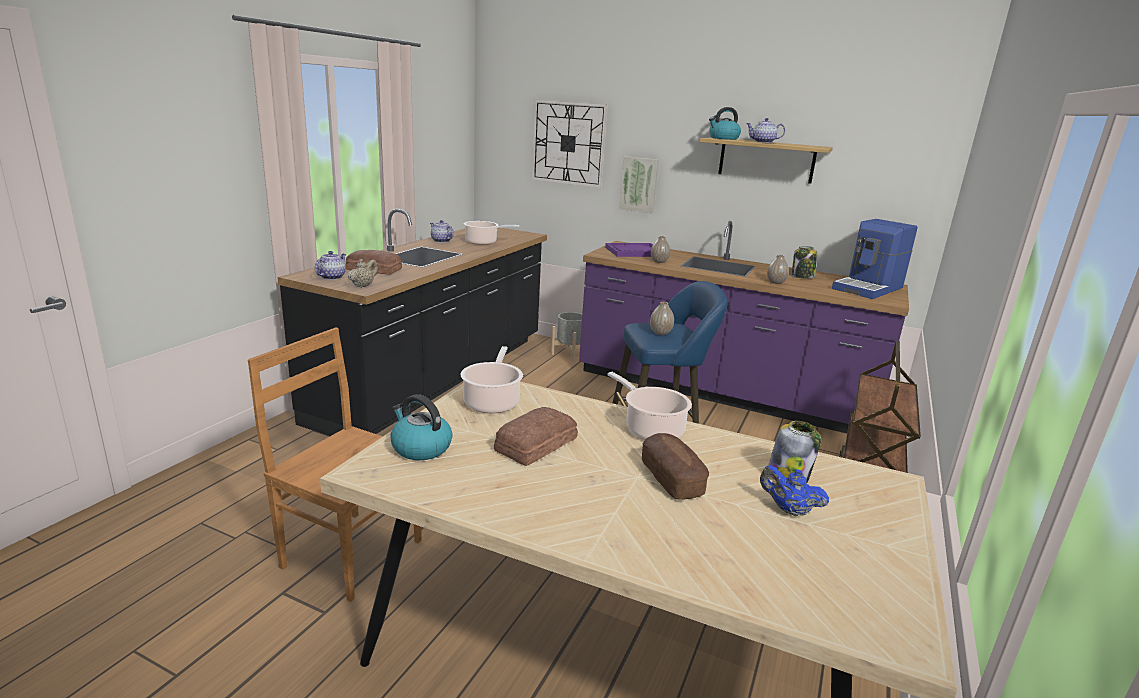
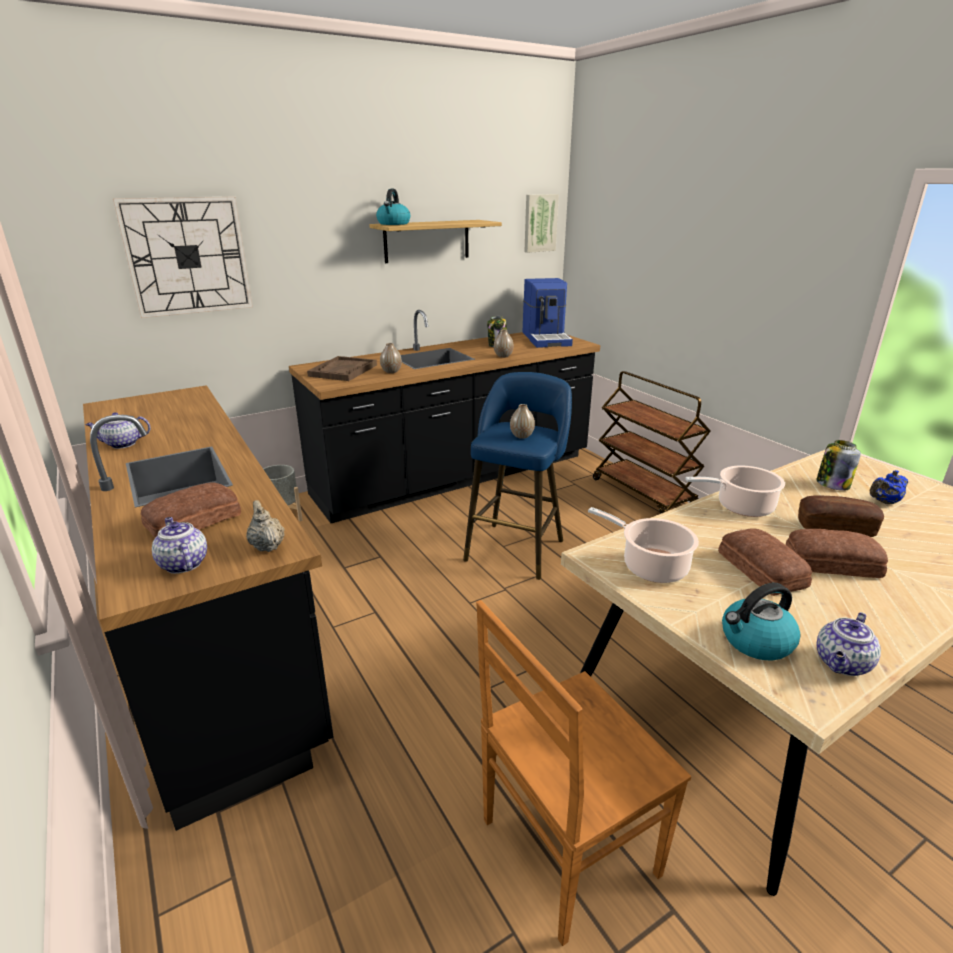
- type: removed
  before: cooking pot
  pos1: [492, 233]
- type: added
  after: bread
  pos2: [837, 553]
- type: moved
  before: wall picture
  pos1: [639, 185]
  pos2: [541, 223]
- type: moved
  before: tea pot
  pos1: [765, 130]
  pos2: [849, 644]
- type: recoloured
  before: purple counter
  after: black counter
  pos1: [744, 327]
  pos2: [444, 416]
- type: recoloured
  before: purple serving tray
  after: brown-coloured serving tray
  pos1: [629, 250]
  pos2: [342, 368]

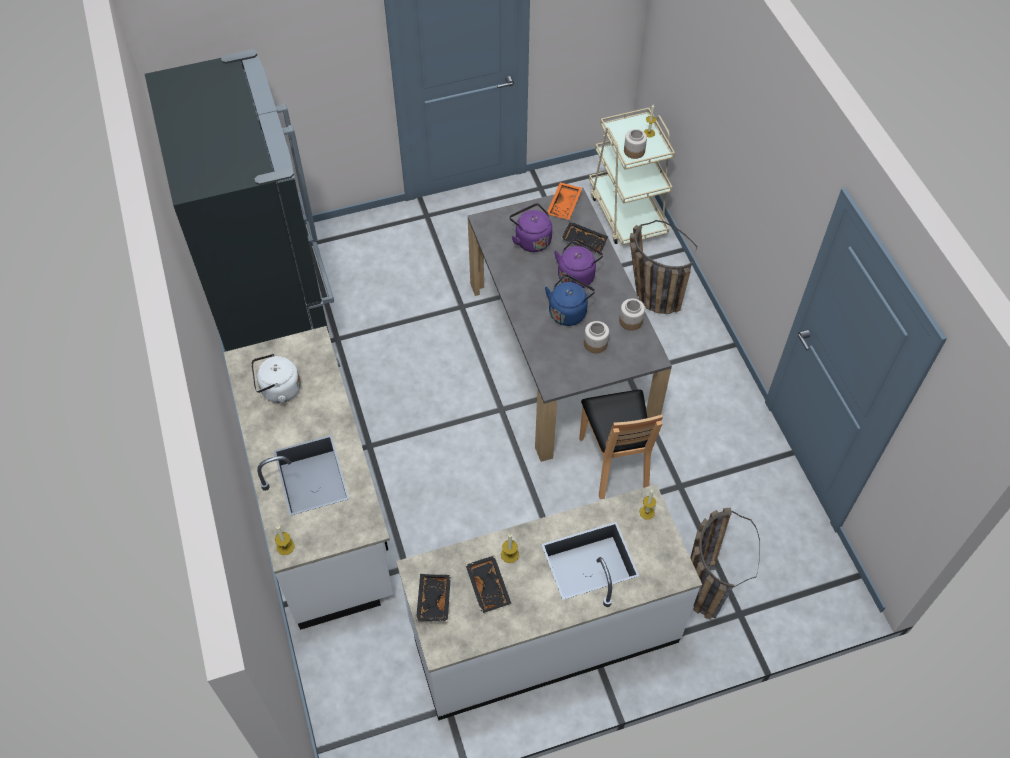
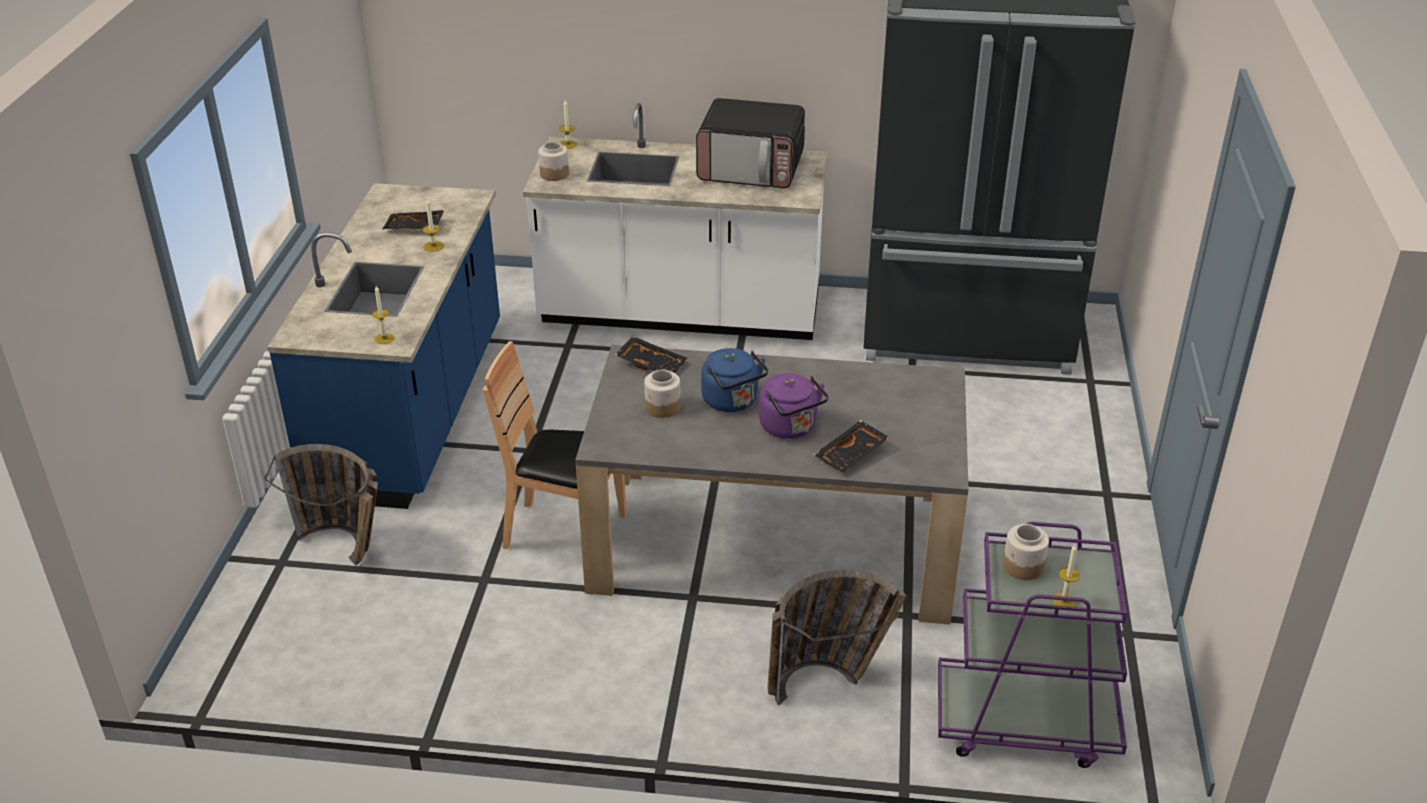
- type: removed
  before: purple kettle
  pos1: [530, 227]
- type: removed
  before: orange serving tray
  pos1: [564, 201]
- type: moved
  before: black serving tray
  pos1: [433, 598]
  pos2: [651, 354]
- type: moved
  before: jar
  pos1: [632, 314]
  pos2: [553, 161]
- type: replaced
  before: white-coloured kettle
  after: kitchen microwave
  pos1: [276, 378]
  pos2: [750, 143]
- type: recoloured
  before: white-coloured counter
  after: blue counter
  pos1: [549, 602]
  pos2: [383, 346]
- type: recoloured
  before: beige cart
  after: purple cart
  pos1: [632, 176]
  pos2: [1032, 645]

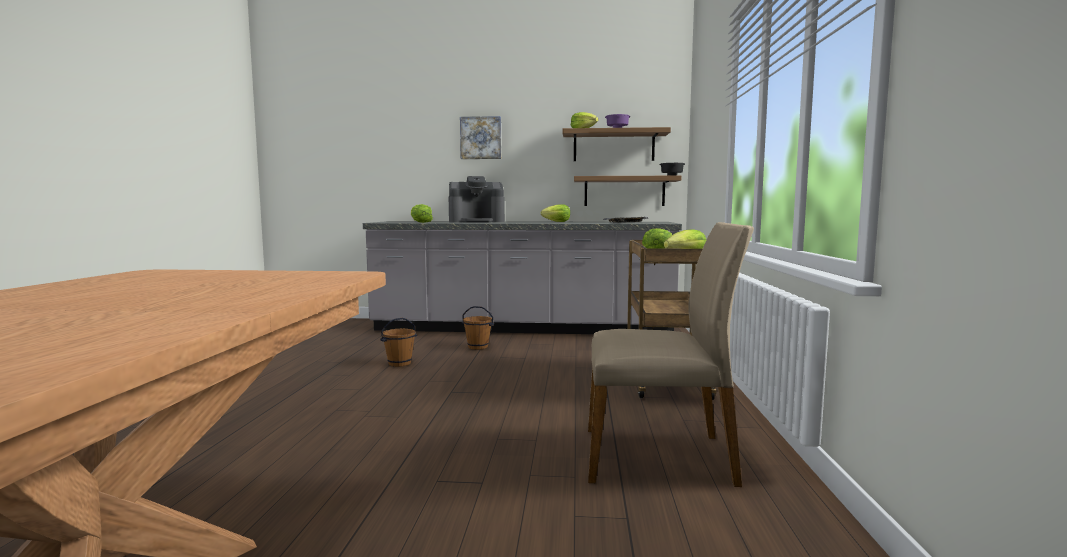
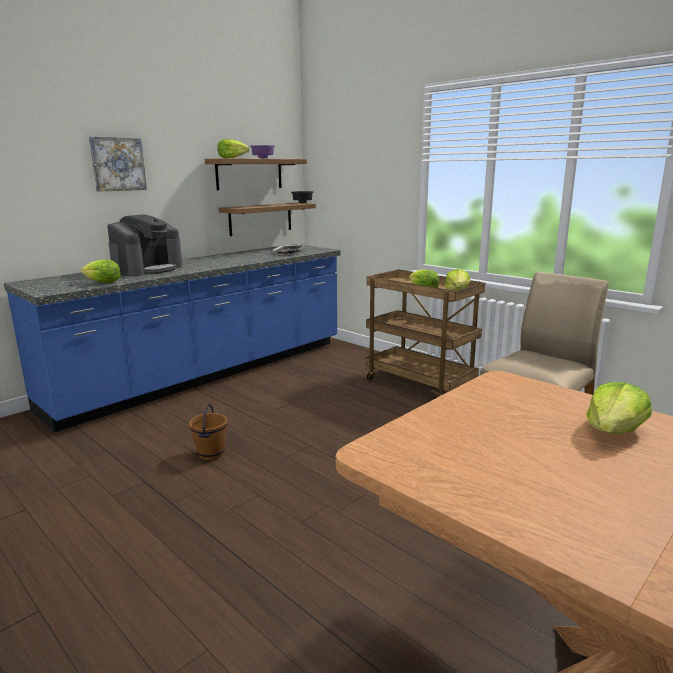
- type: removed
  before: brown-coloured bucket
  pos1: [477, 328]
- type: moved
  before: lettuce head
  pos1: [555, 213]
  pos2: [619, 408]
- type: recoloured
  before: gray counter
  after: blue counter
  pos1: [522, 277]
  pos2: [172, 338]

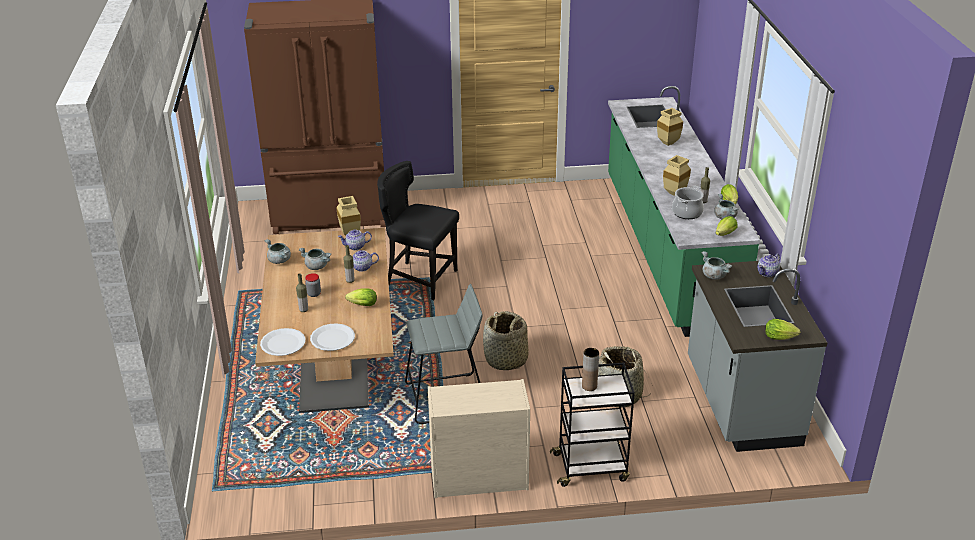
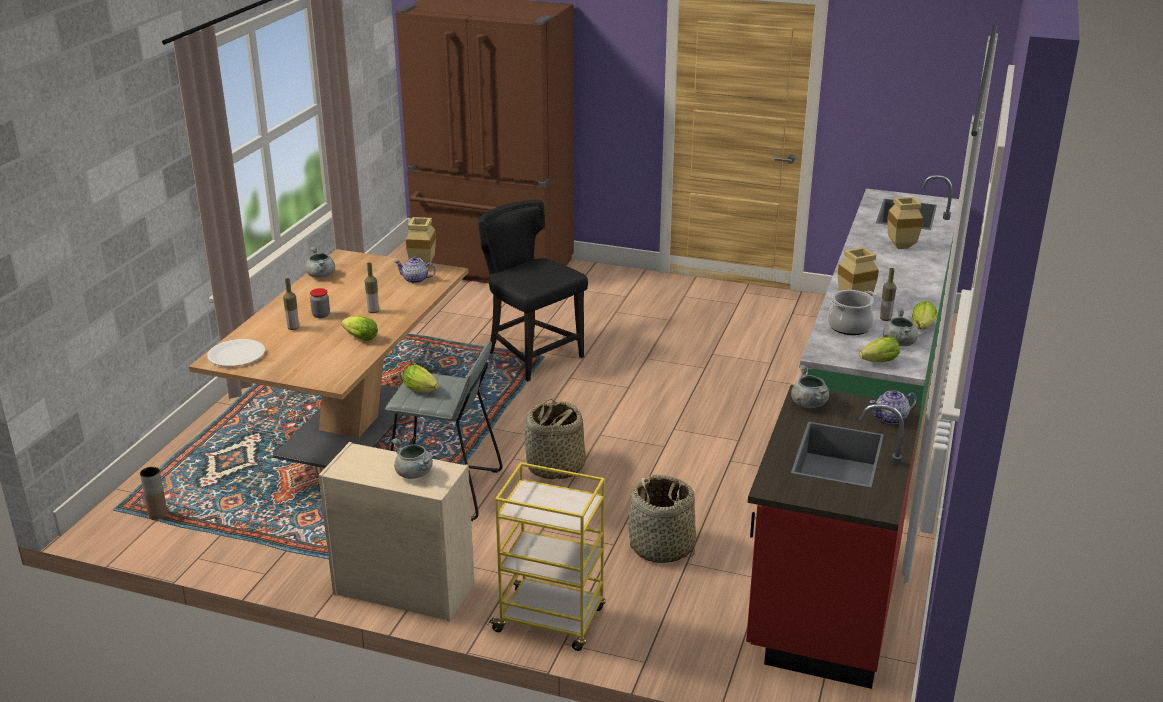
- type: removed
  before: white-coloured dinner plate
  pos1: [332, 337]
- type: removed
  before: tea pot
  pos1: [361, 261]
- type: moved
  before: gray cooking pot
  pos1: [315, 259]
  pos2: [412, 458]
- type: moved
  before: brown-coloured decorative vase
  pos1: [590, 369]
  pos2: [154, 493]
- type: moved
  before: lettuce head
  pos1: [782, 329]
  pos2: [421, 378]
- type: recoloured
  before: black cart
  after: yellowish cart
  pos1: [592, 425]
  pos2: [546, 556]
- type: recoloured
  before: gray counter
  after: red-coloured counter
  pos1: [758, 356]
  pos2: [833, 537]

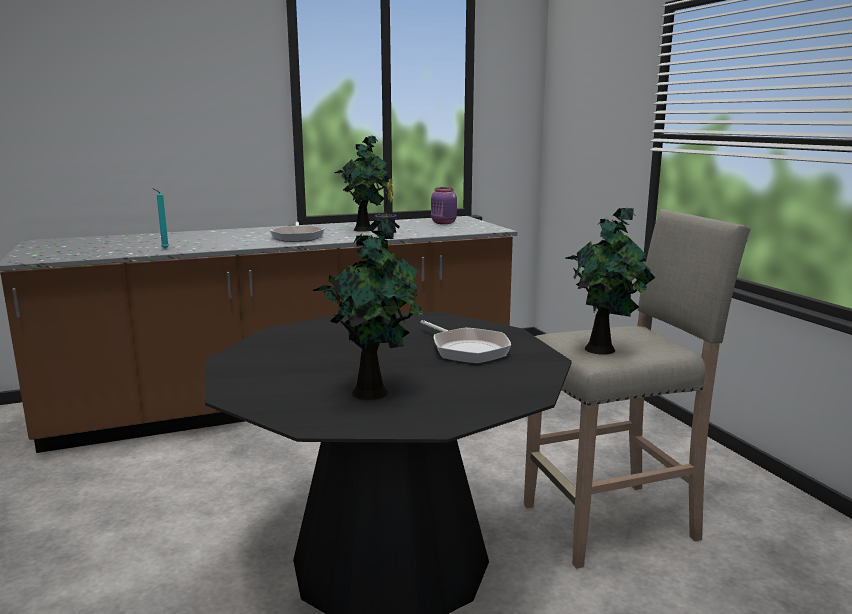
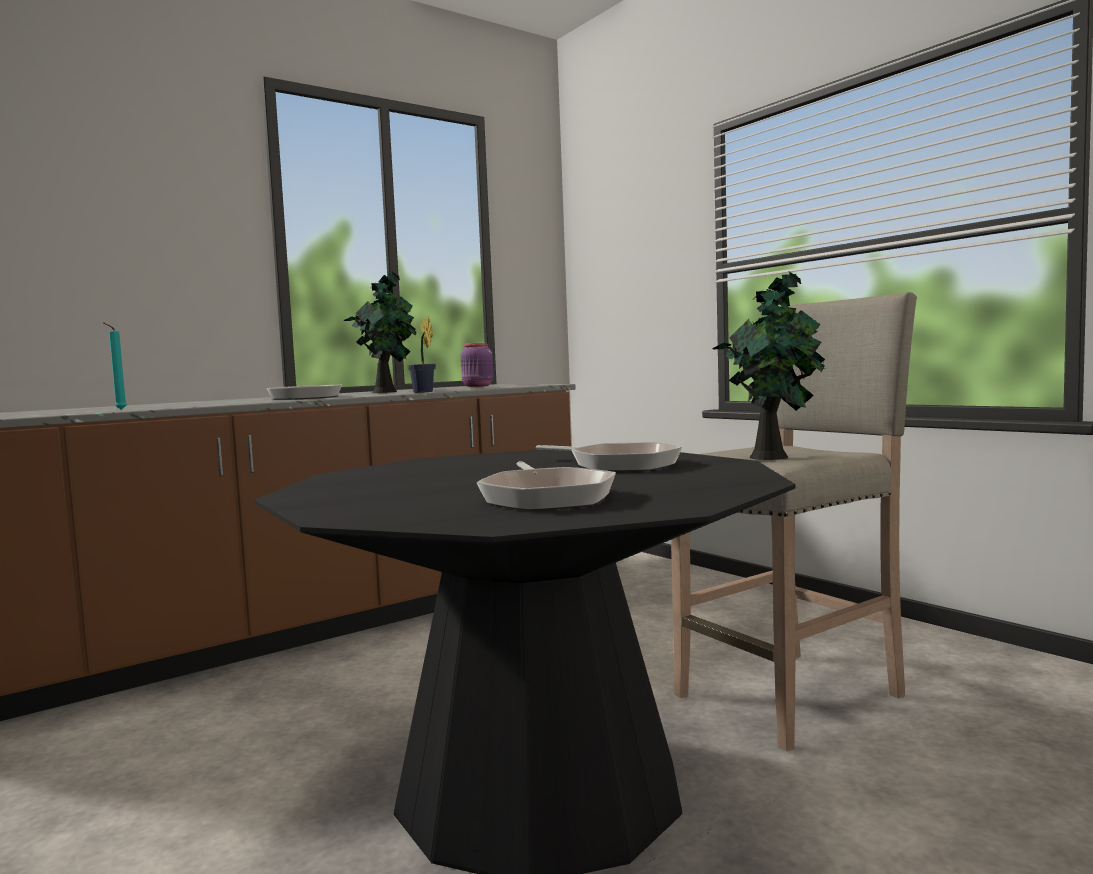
- type: replaced
  before: plant in a pot
  after: skillet
  pos1: [367, 309]
  pos2: [546, 486]

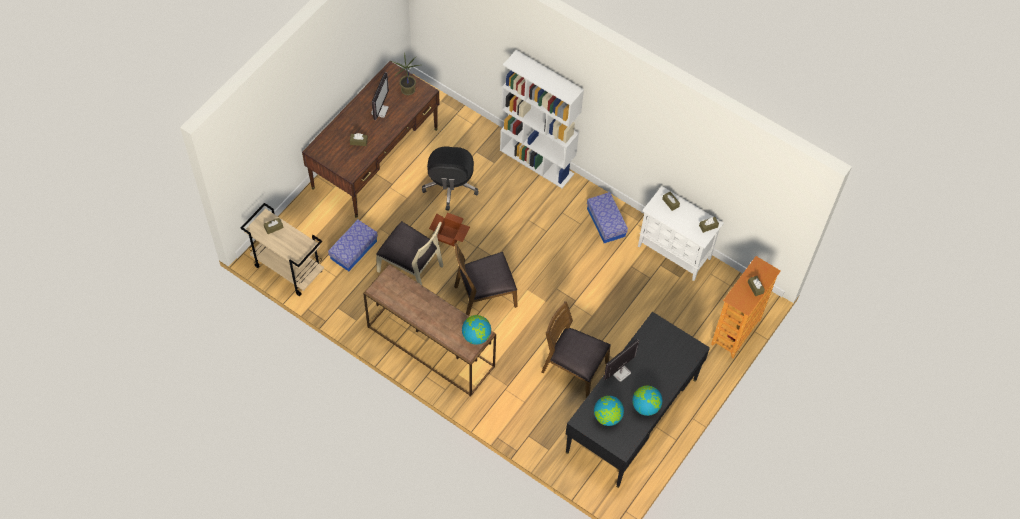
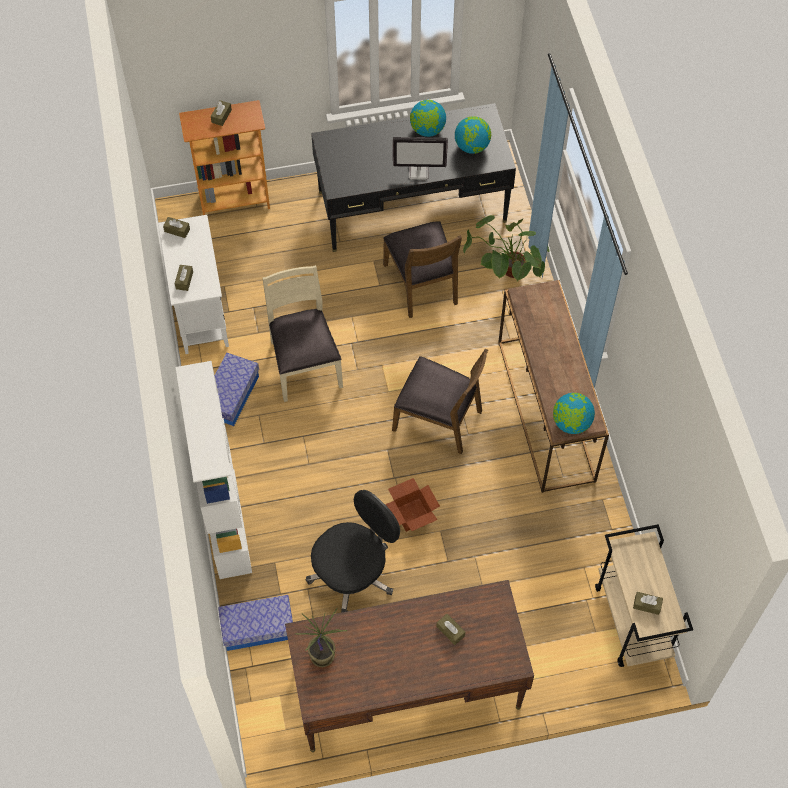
- type: removed
  before: computer screen
  pos1: [380, 96]
- type: added
  after: plant in a pot
  pos2: [506, 248]
- type: moved
  before: storage container
  pos1: [353, 245]
  pos2: [255, 623]
- type: moved
  before: beige upright chair
  pos1: [409, 253]
  pos2: [303, 333]
- type: moved
  before: globe
  pos1: [476, 329]
  pos2: [574, 413]

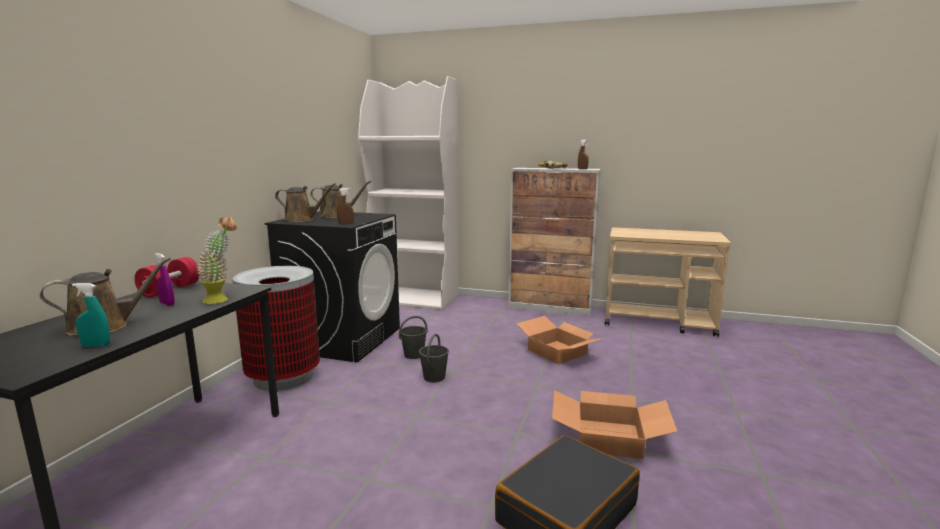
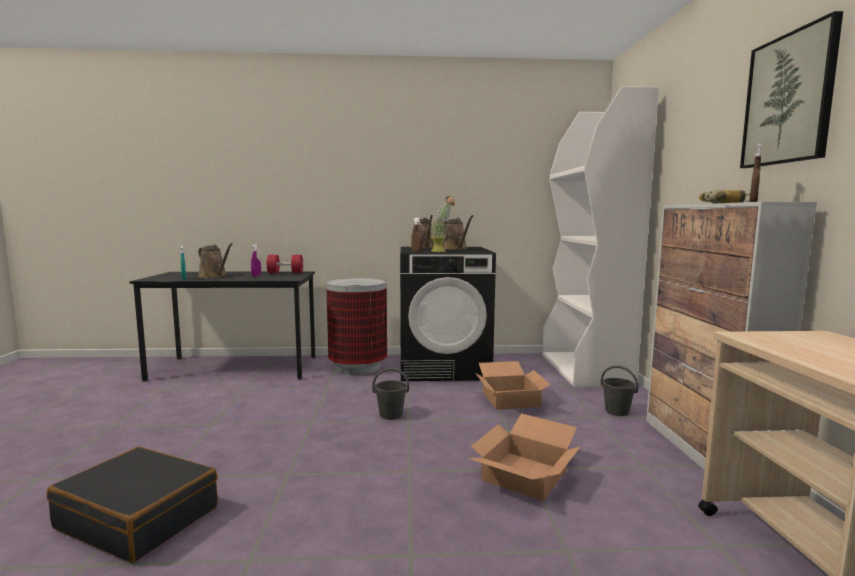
- type: added
  after: wall picture
  pos2: [791, 89]
- type: moved
  before: plant in a pot
  pos1: [216, 260]
  pos2: [442, 224]
- type: moved
  before: gray bucket
  pos1: [413, 337]
  pos2: [619, 390]
- type: moved
  before: packing box
  pos1: [614, 424]
  pos2: [513, 385]

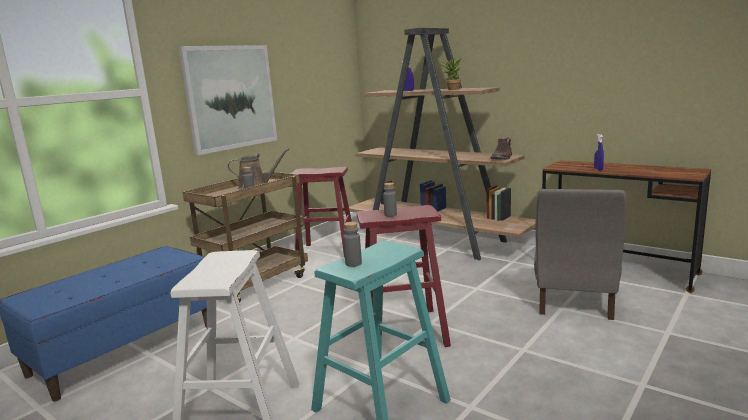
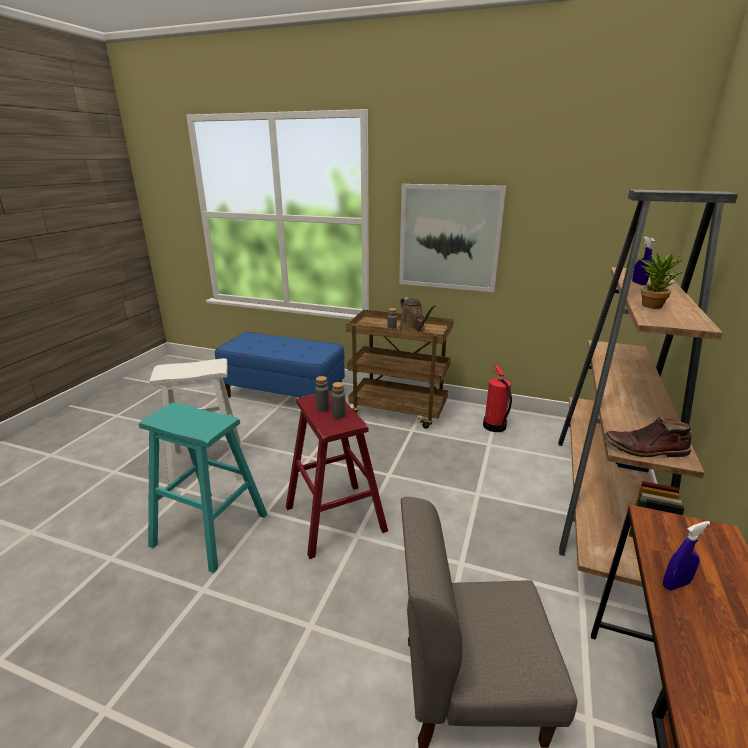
- type: moved
  before: gray drink bottle
  pos1: [352, 244]
  pos2: [338, 400]
- type: replaced
  before: red-coloured stool seat
  after: extinguisher
  pos1: [321, 212]
  pos2: [497, 398]

